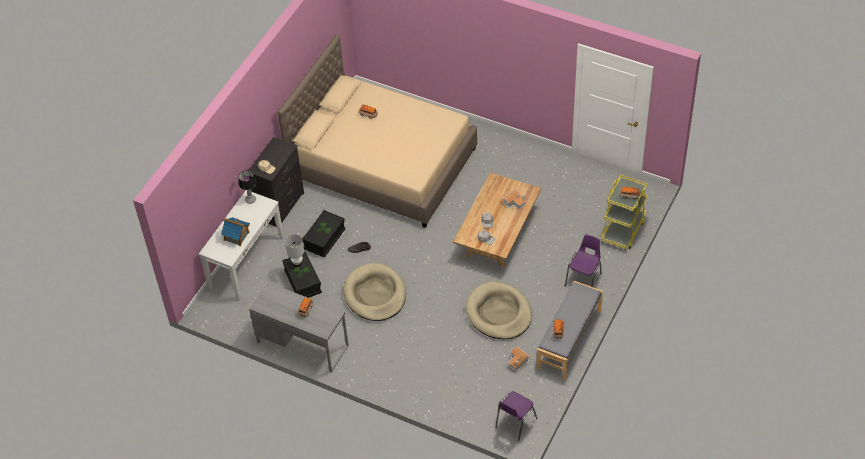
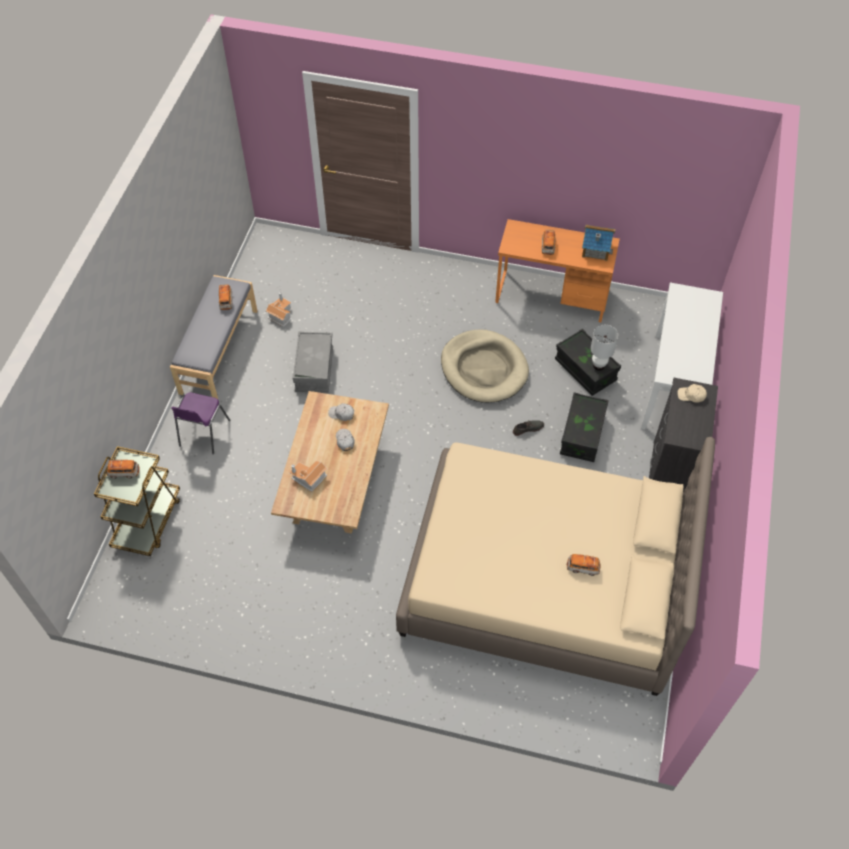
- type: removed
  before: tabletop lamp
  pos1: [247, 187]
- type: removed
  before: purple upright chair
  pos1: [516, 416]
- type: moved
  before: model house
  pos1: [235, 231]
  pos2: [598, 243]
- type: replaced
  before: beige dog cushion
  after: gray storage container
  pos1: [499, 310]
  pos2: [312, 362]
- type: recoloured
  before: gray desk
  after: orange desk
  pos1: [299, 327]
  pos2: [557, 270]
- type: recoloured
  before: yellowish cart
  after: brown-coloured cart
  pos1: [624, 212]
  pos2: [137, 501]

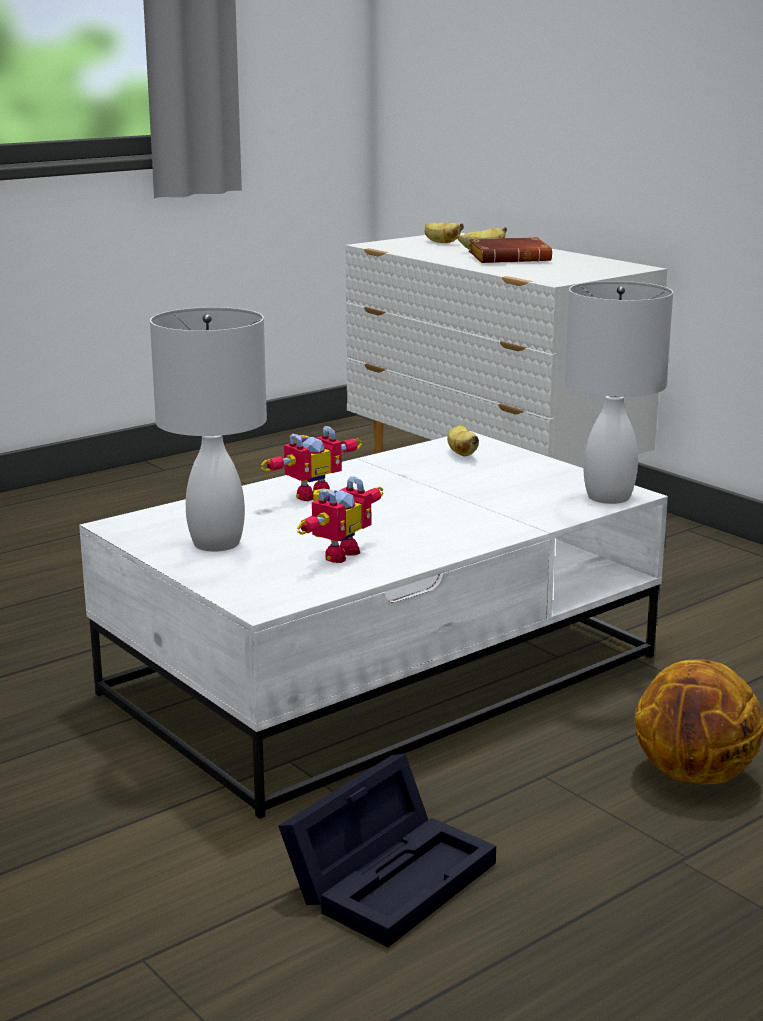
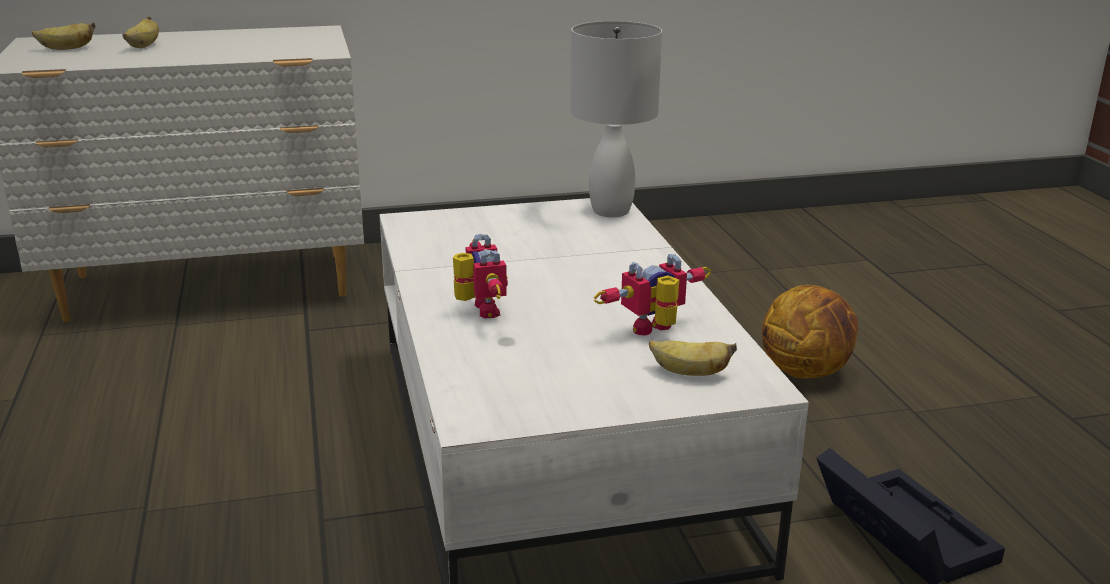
- type: removed
  before: white-coloured tabletop lamp
  pos1: [208, 429]
- type: removed
  before: brown-coloured volume
  pos1: [510, 250]
- type: moved
  before: whole banana
  pos1: [463, 440]
  pos2: [693, 358]
- type: turned
  before: robot figure
  pos1: [340, 520]
  pos2: [652, 295]
  turn: -90

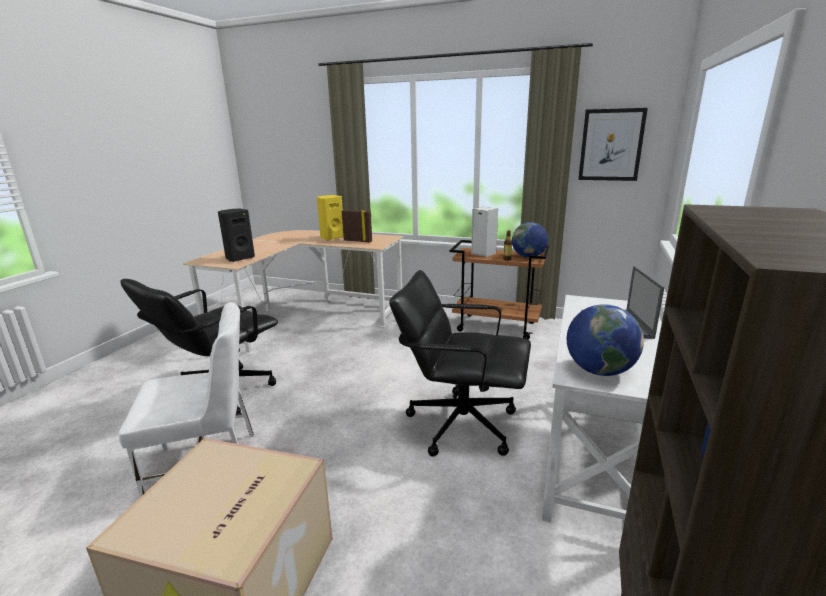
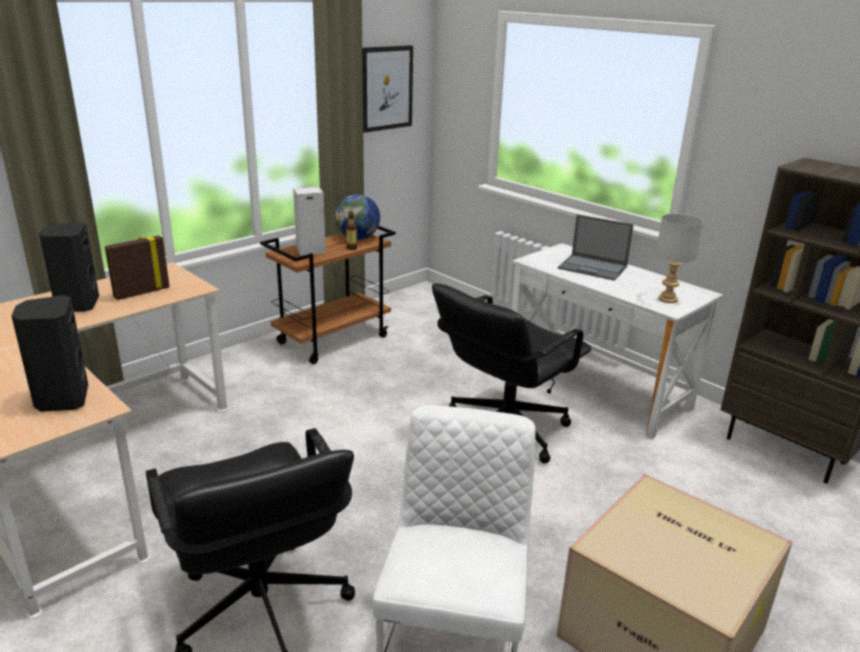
- type: replaced
  before: globe
  after: gray tabletop lamp
  pos1: [605, 340]
  pos2: [680, 258]
- type: recoloured
  before: yellowish audio speaker
  after: black audio speaker
  pos1: [330, 217]
  pos2: [69, 267]

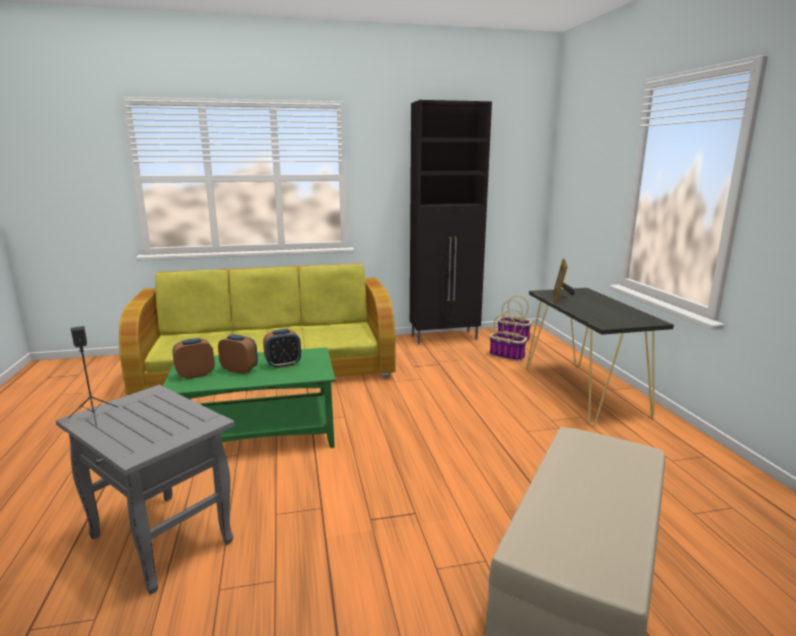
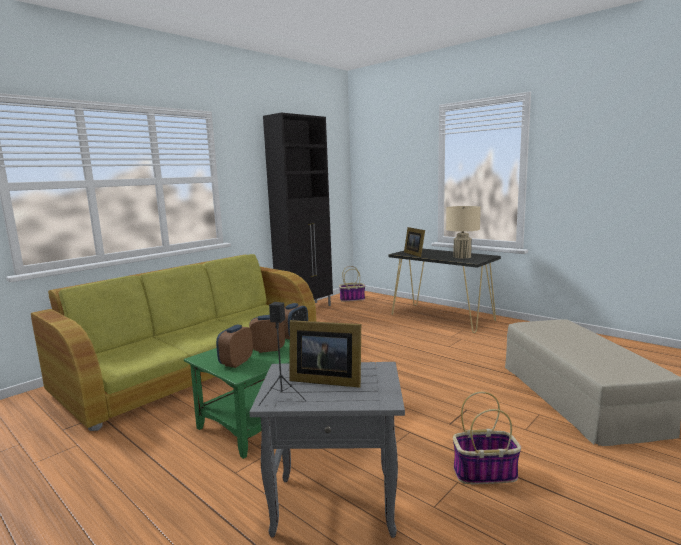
- type: added
  after: photo frame
  pos2: [325, 354]
- type: added
  after: beige tabletop lamp
  pos2: [463, 232]
- type: moved
  before: storage basket
  pos1: [508, 335]
  pos2: [487, 438]

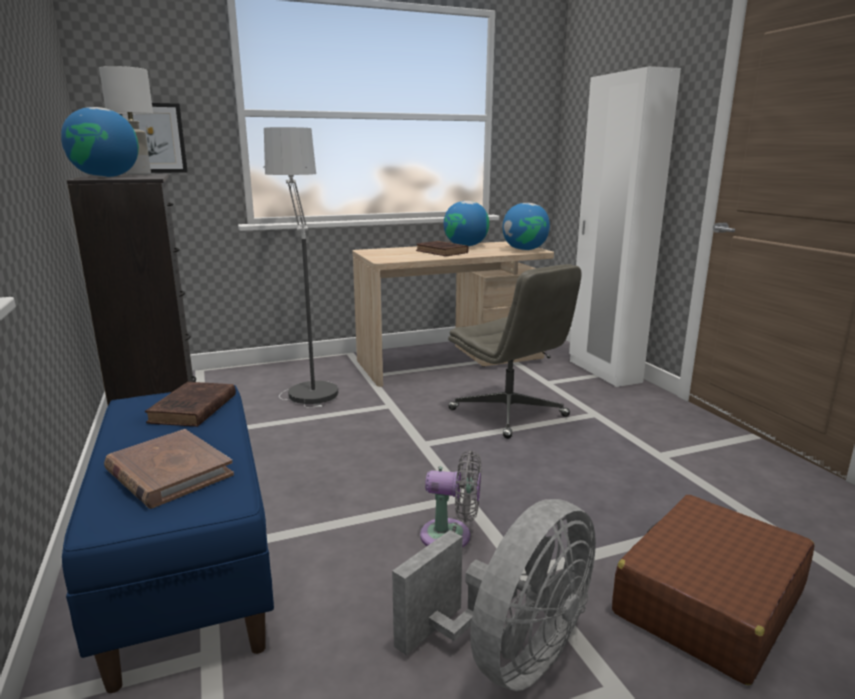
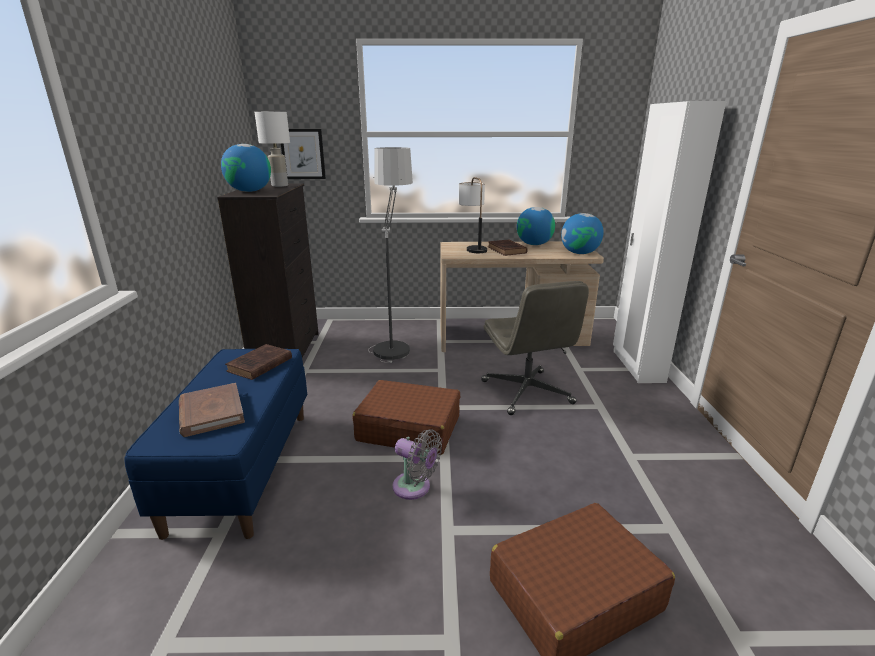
- type: removed
  before: gray electric fan
  pos1: [494, 595]
- type: added
  after: brown-coloured suitcase
  pos2: [406, 417]
- type: added
  after: tabletop lamp
  pos2: [473, 215]

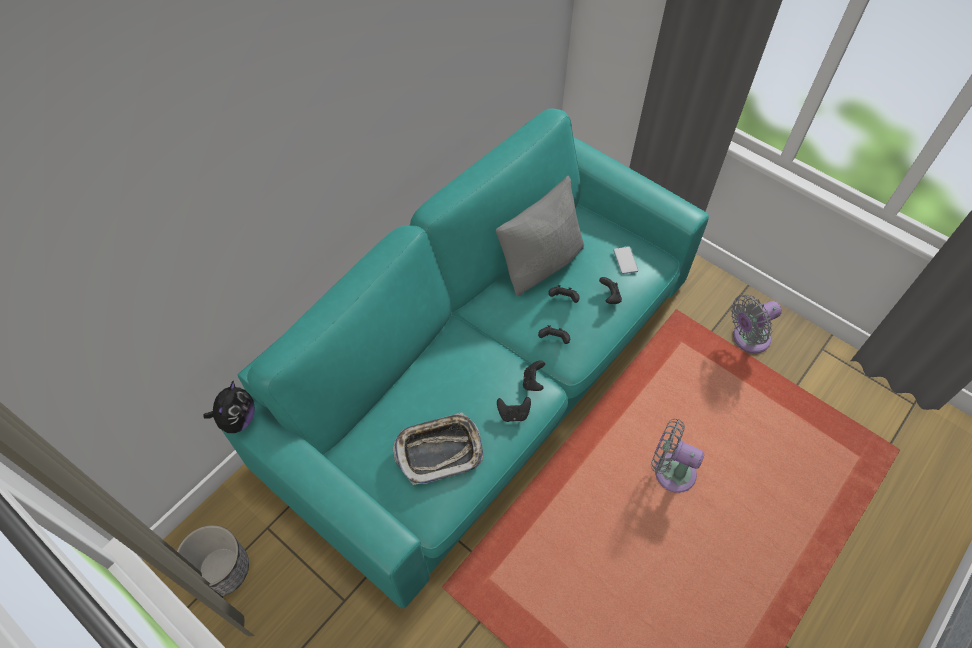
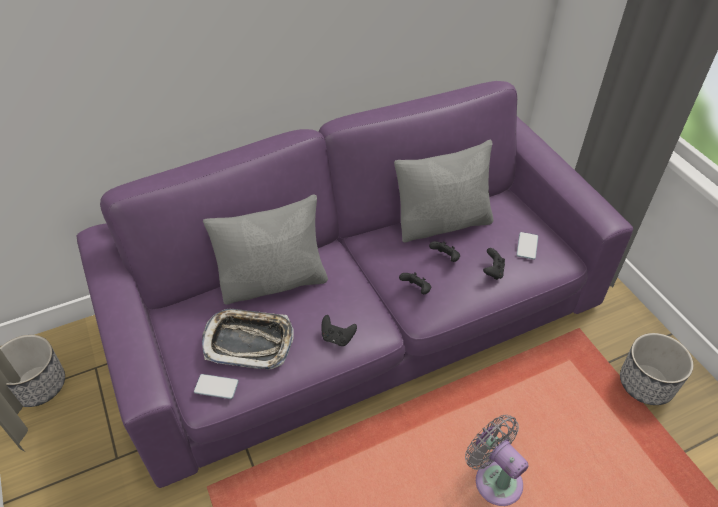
- type: removed
  before: cuddly toy
  pos1: [229, 407]
- type: removed
  before: black gamepad
  pos1: [534, 375]
- type: added
  after: telephone
  pos2: [216, 386]
- type: added
  after: gray throw pillow
  pos2: [265, 249]
- type: replaced
  before: gray electric fan
  after: planter
  pos1: [756, 324]
  pos2: [657, 369]
- type: recoloured
  before: turquoise-coloured couch
  after: purple couch
  pos1: [461, 358]
  pos2: [354, 284]

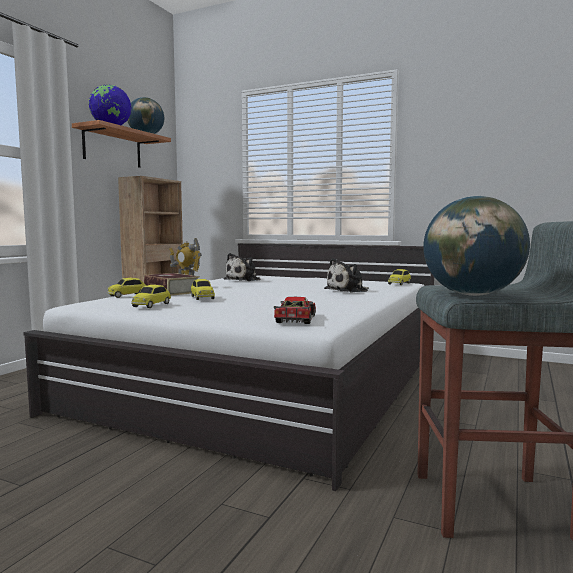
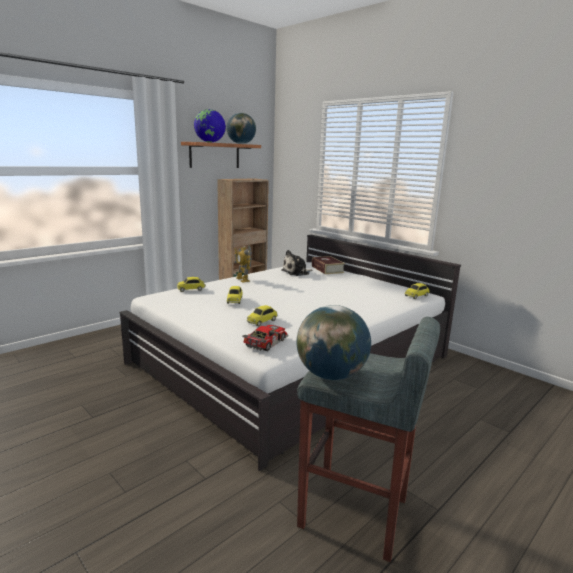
- type: removed
  before: cuddly toy
  pos1: [346, 275]
- type: moved
  before: miniature car
  pos1: [151, 296]
  pos2: [262, 315]
- type: moved
  before: volume
  pos1: [171, 284]
  pos2: [328, 265]

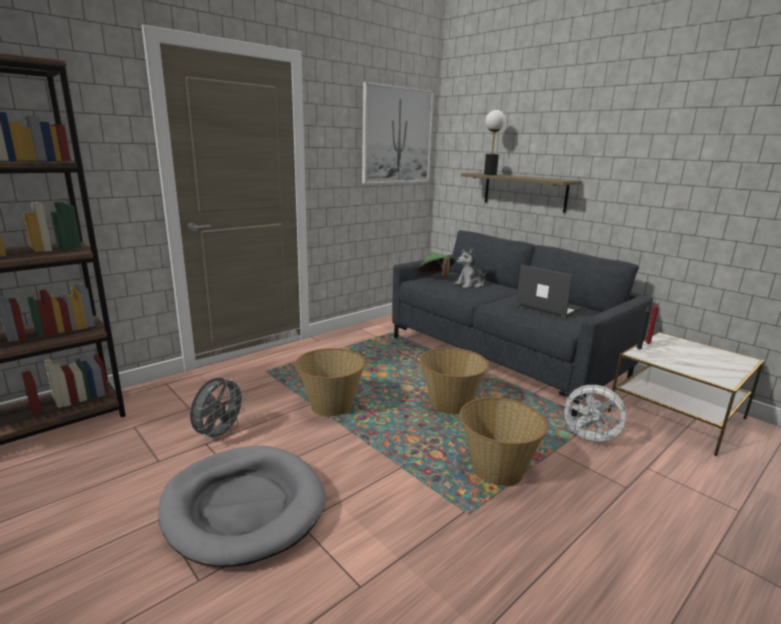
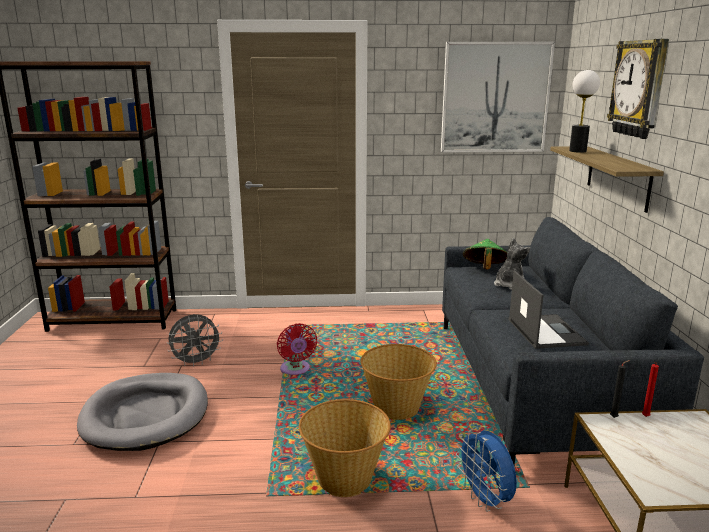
- type: added
  after: hanging clock
  pos2: [638, 89]
- type: replaced
  before: storage basket
  after: red-coloured electric fan
  pos1: [330, 382]
  pos2: [297, 349]
- type: recoloured
  before: white-coloured electric fan
  after: blue electric fan
  pos1: [595, 415]
  pos2: [486, 470]
- type: turned
  before: cuddly toy
  pos1: [470, 267]
  pos2: [512, 264]
  turn: 120

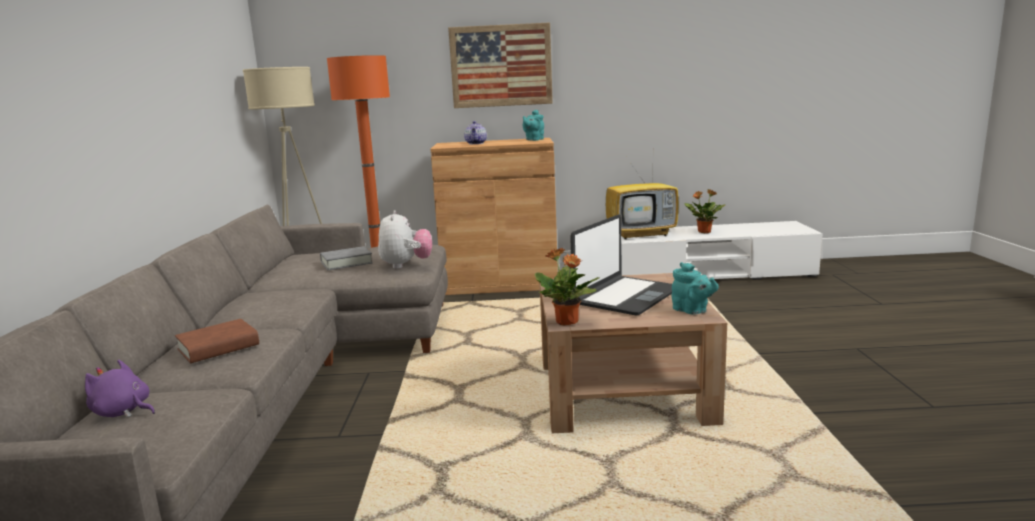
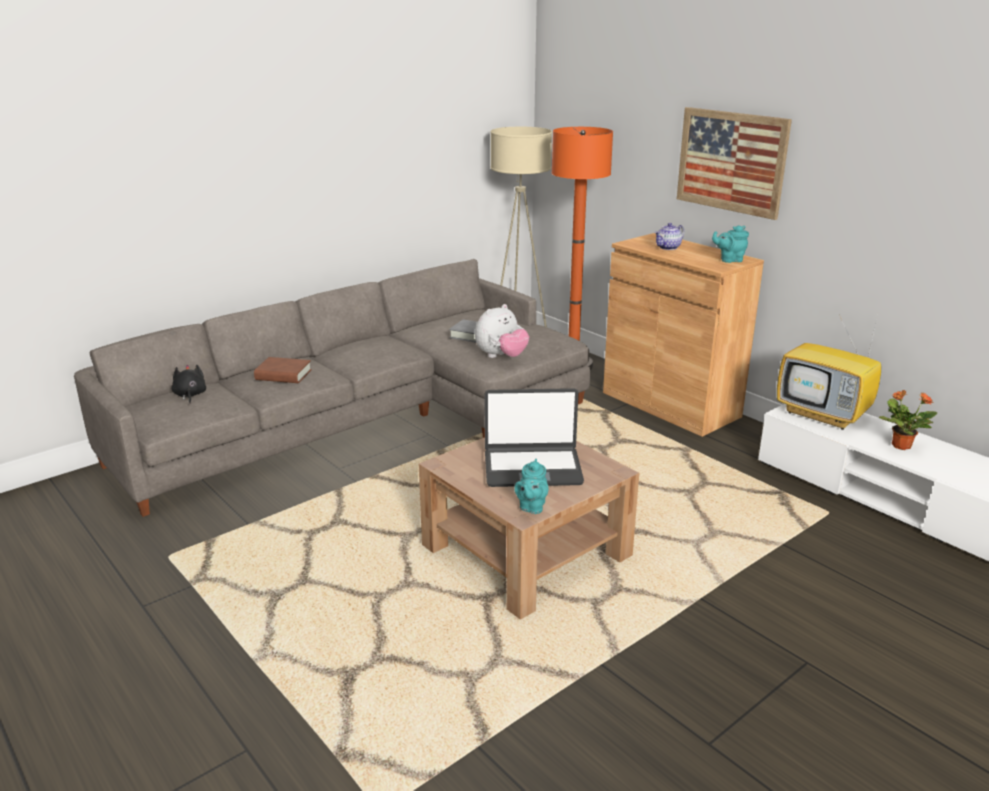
- type: removed
  before: plant in a pot
  pos1: [567, 287]
- type: recoloured
  before: purple cuddly toy
  after: black cuddly toy
  pos1: [120, 389]
  pos2: [188, 384]

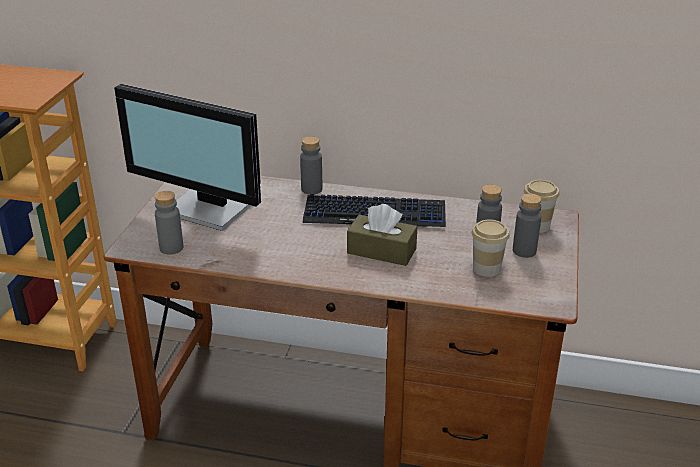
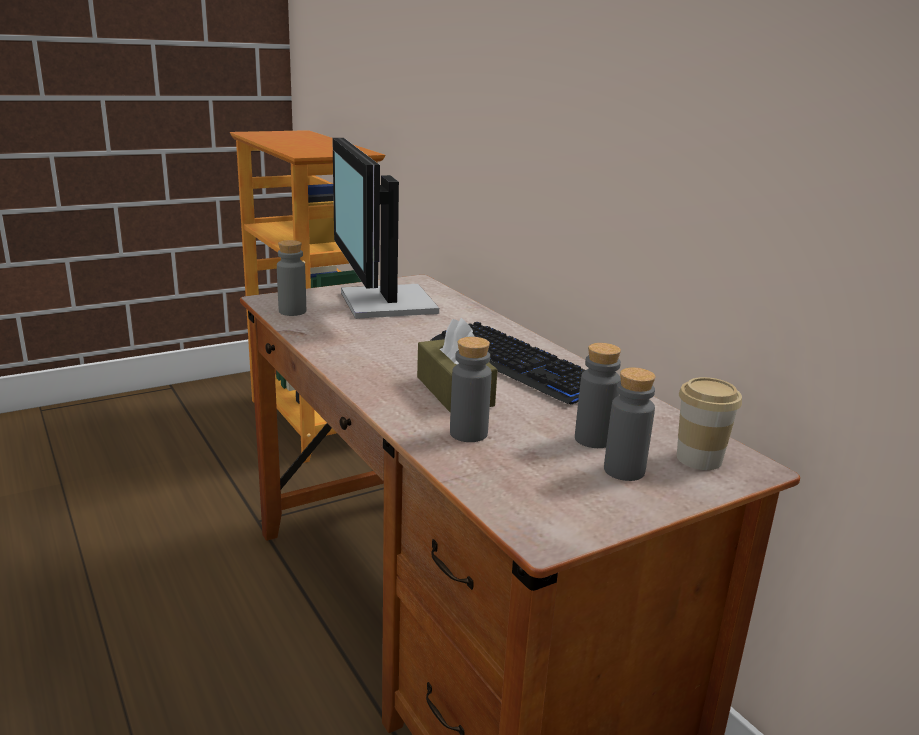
- type: removed
  before: drinking cup
  pos1: [490, 248]
- type: moved
  before: gray drink bottle
  pos1: [311, 165]
  pos2: [471, 389]

